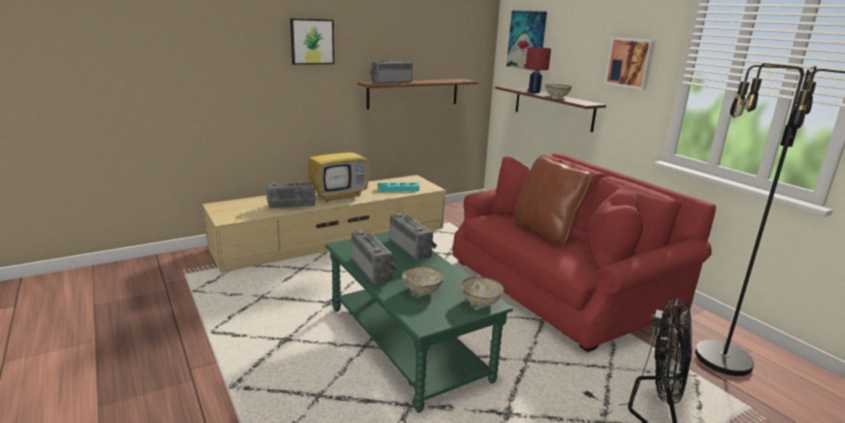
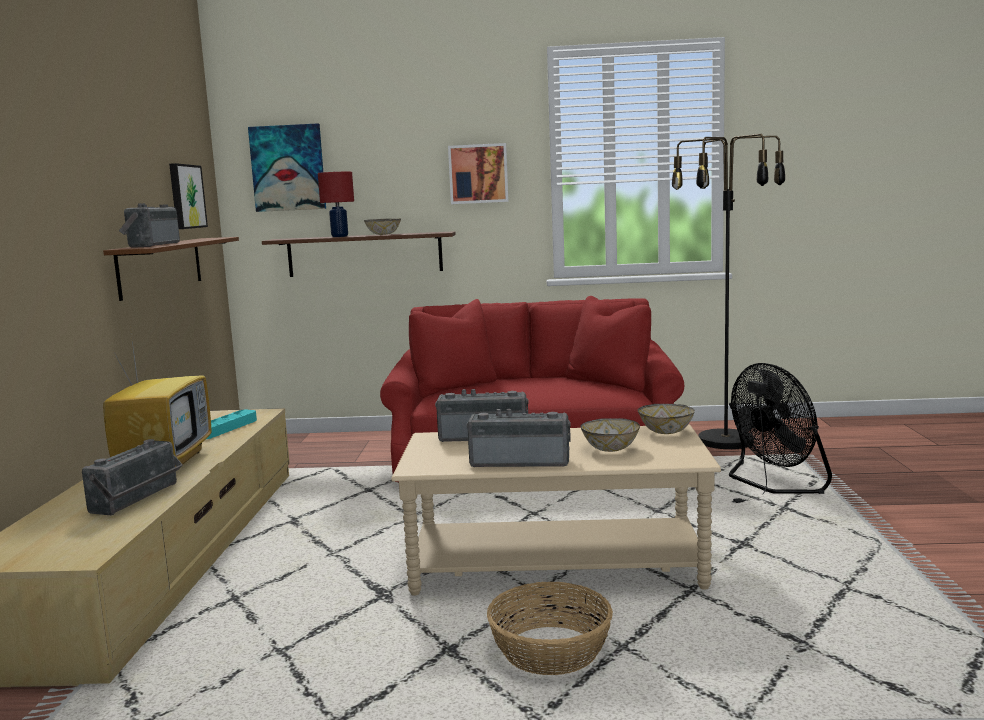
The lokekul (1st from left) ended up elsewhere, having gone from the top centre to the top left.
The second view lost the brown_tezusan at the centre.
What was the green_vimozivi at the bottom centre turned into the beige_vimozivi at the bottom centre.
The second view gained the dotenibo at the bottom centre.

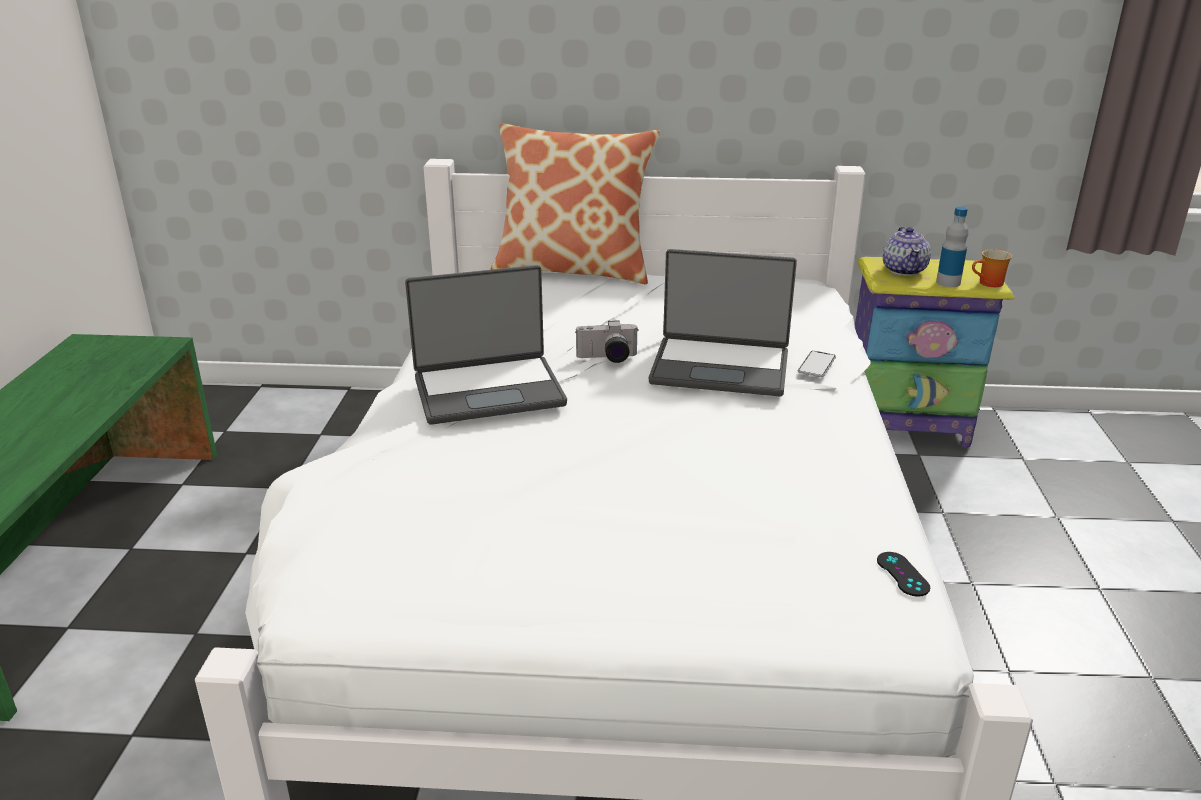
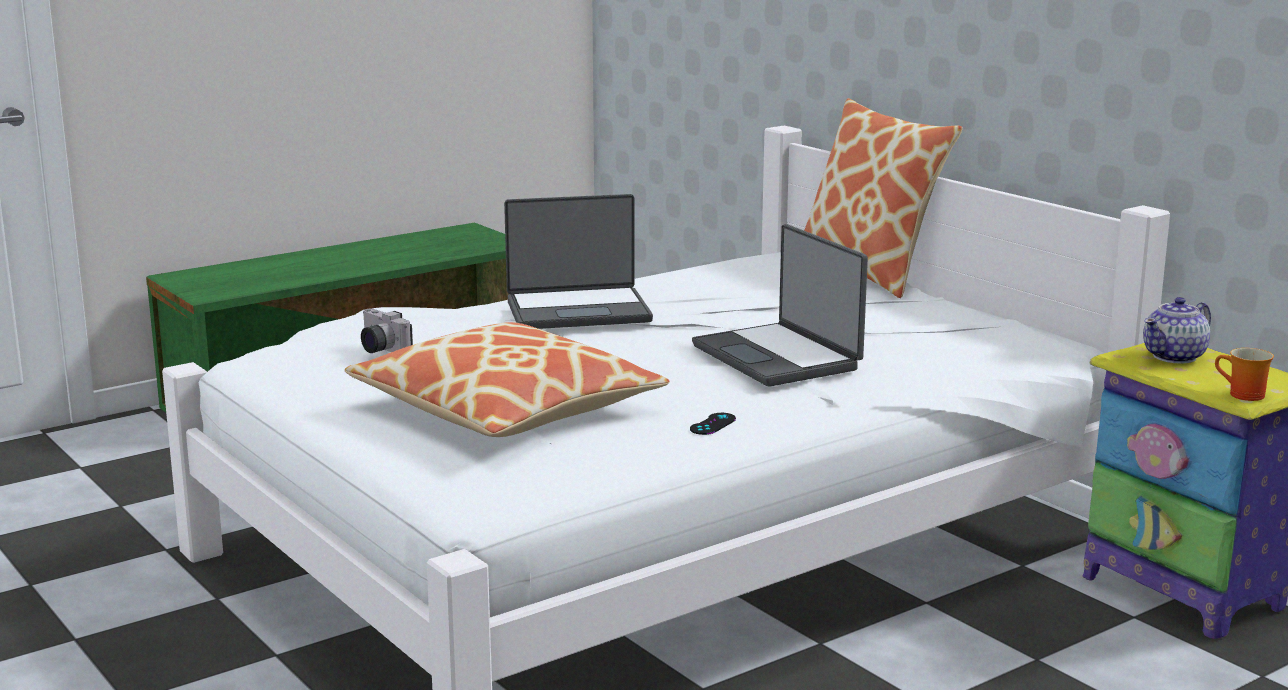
The second view lost the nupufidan at the top right.
The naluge (1st from left) at the centre ended up facing another way, 45 degrees counterclockwise from before.
The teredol ended up elsewhere, having gone from the centre to the middle left.
The second view lost the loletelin at the middle right.
The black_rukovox ended up elsewhere, having gone from the bottom right to the centre.
The second view gained the tezusan (1st from left) at the centre.

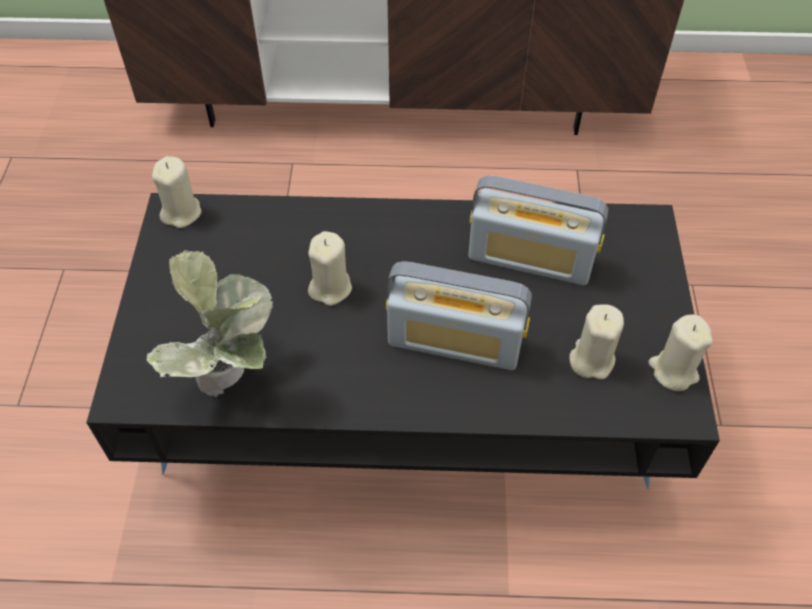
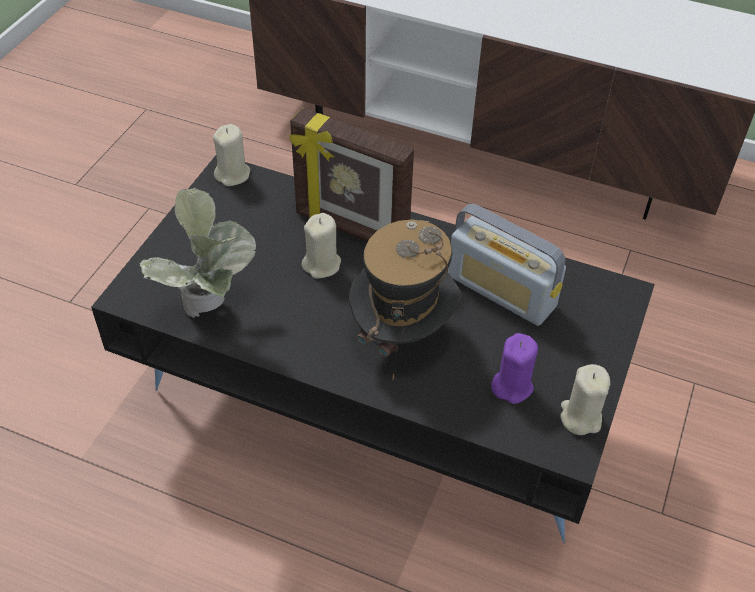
Where the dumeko (1st from left) stood at the centre, the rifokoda came to stand at the centre.
What was the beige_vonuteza (3rd from left) at the middle right turned into the purple_vonuteza at the middle right.
The second view gained the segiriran at the top centre.

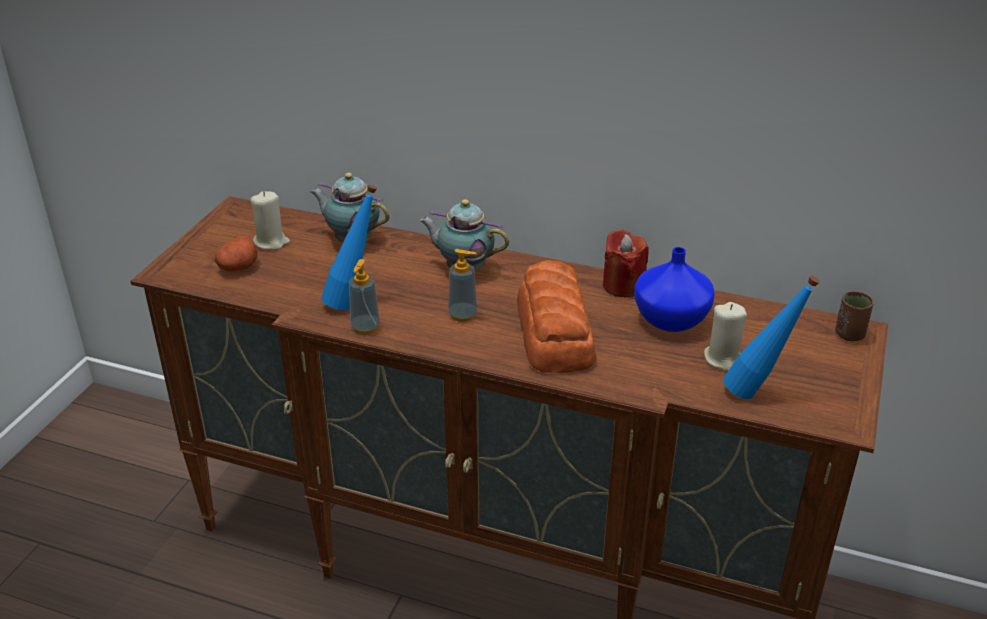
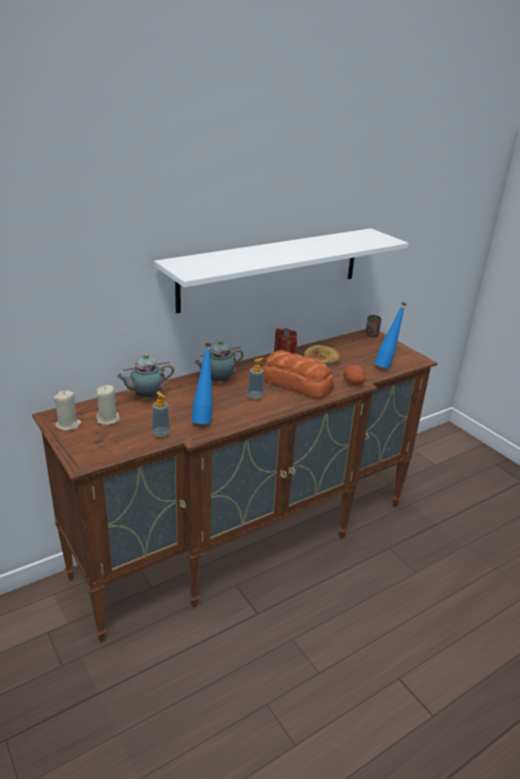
The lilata ended up elsewhere, having gone from the middle left to the middle right.
Where the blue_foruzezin stood at the middle right, the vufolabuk (2nd from left) came to stand at the centre.
The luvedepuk (1st from left) ended up elsewhere, having gone from the centre to the middle left.
The beige_vonuteza (2nd from left in the first image) ended up elsewhere, having gone from the middle right to the middle left.
The second view gained the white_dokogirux at the centre.

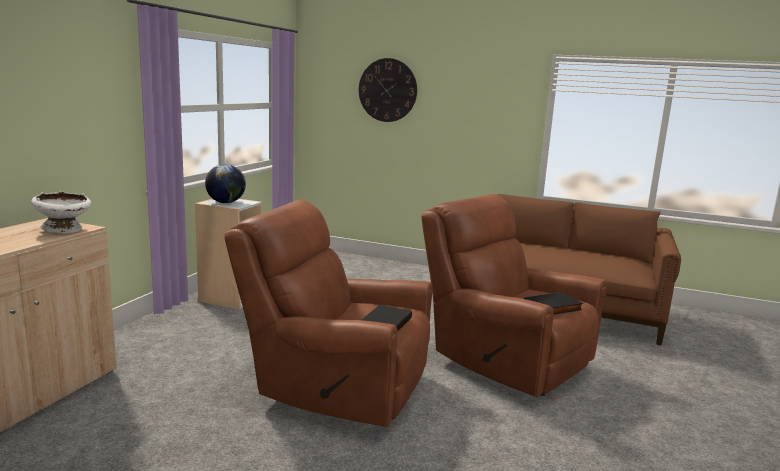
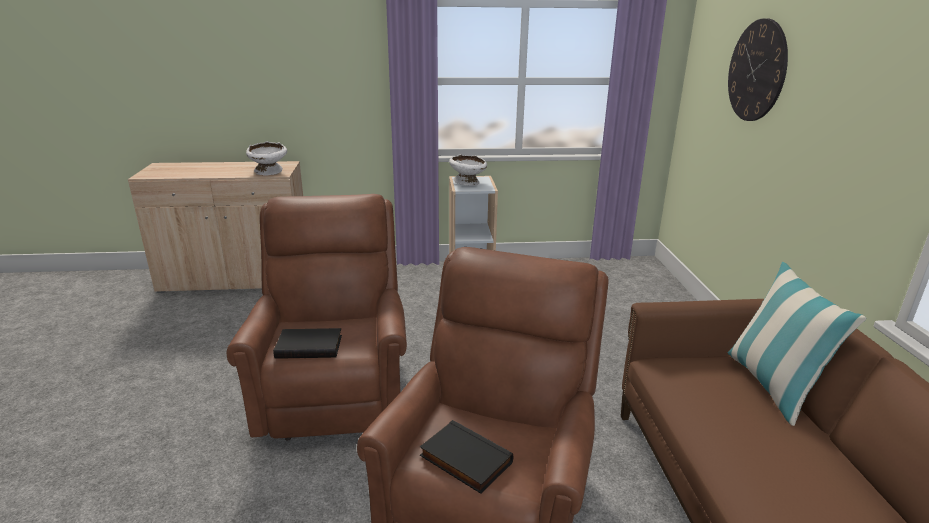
Where the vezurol stood at the middle left, the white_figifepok (2nd from left) came to stand at the top centre.
The second view gained the tezusan at the middle right.

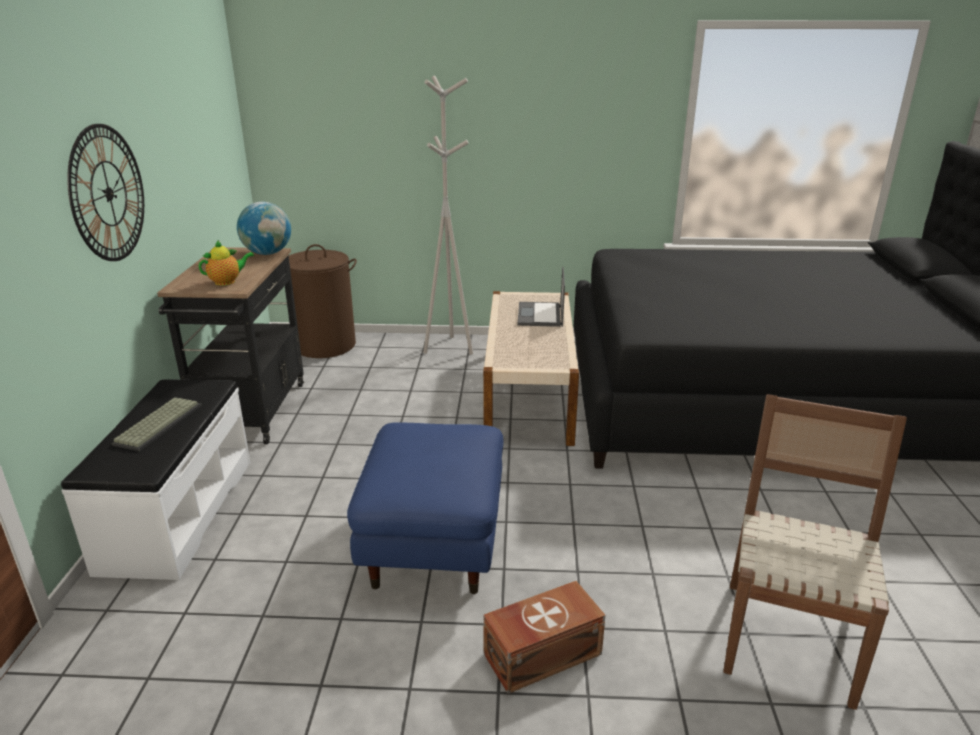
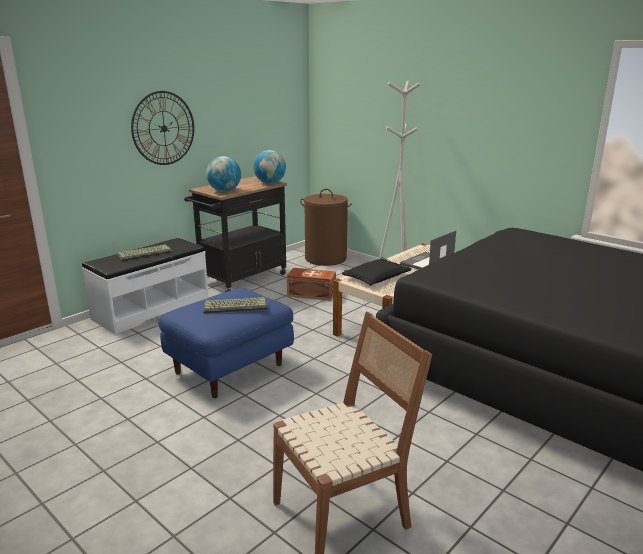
Where the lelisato stood at the middle left, the vezurol (1st from left) came to stand at the top centre.
The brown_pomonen ended up elsewhere, having gone from the bottom centre to the centre.
The second view gained the black_tezusan at the centre.
The second view gained the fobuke (2nd from left) at the centre.

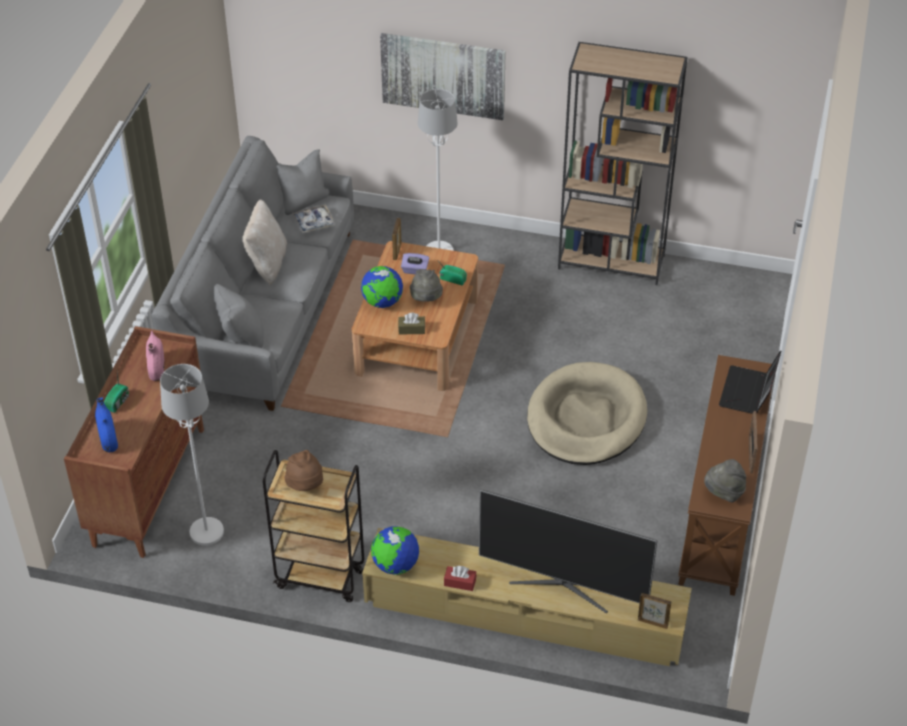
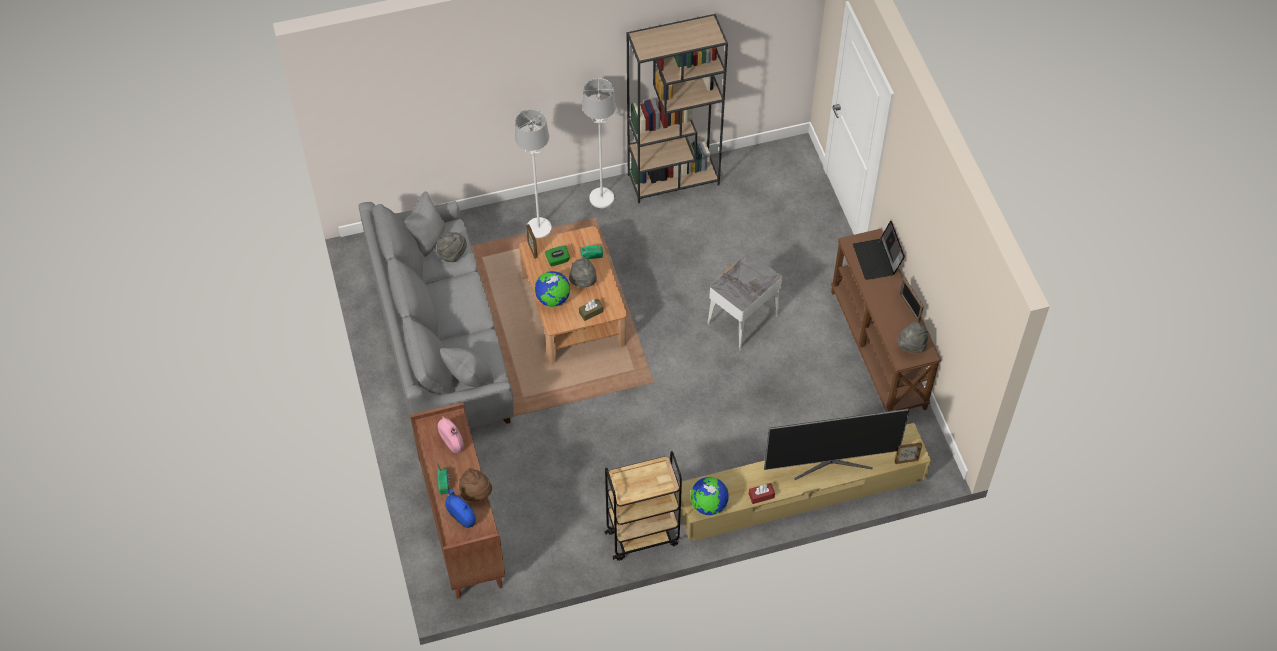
The second view lost the lokekul at the top centre.
The second view lost the beige_tezusan at the middle left.
Where the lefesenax stood at the top centre, the grey_rifokoda (1st from left) came to stand at the centre.
What was the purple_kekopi at the centre turned into the green_kekopi at the centre.
Where the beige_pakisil stood at the centre, the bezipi came to stand at the centre.
The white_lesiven (1st from left in the first image) ended up elsewhere, having gone from the middle left to the top centre.
The brown_rifokoda ended up elsewhere, having gone from the centre to the bottom centre.

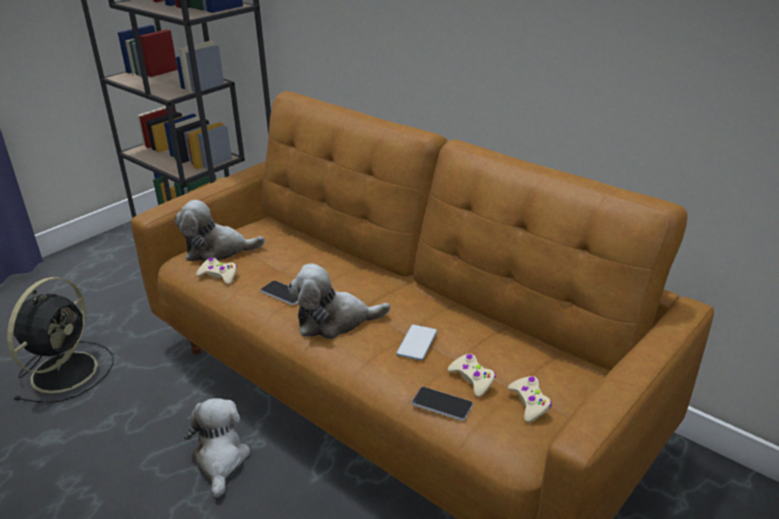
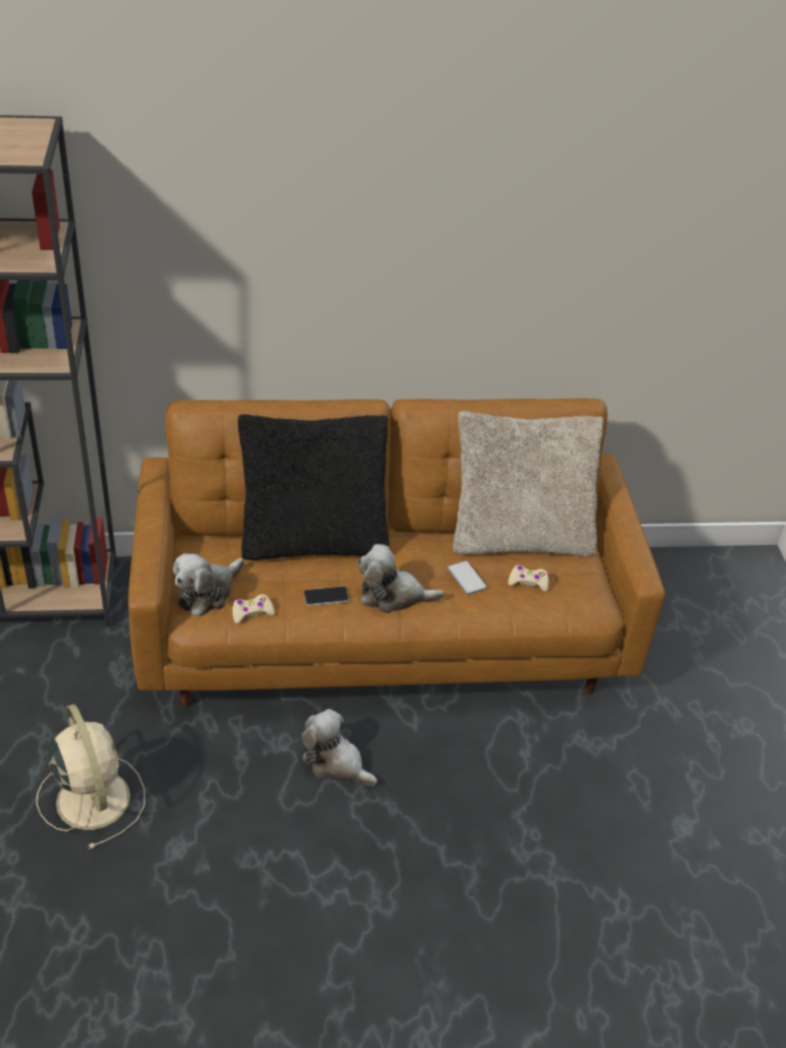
The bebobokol (3rd from left) at the centre ended up facing another way, 60 degrees clockwise from before.
What was the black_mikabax at the middle left turned into the beige_mikabax at the bottom left.
The second view lost the beige_rukovox (3rd from left) at the bottom right.
The second view lost the loletelin (3rd from left) at the bottom centre.
The second view gained the beige_tezusan at the middle right.
The second view gained the black_tezusan at the centre.

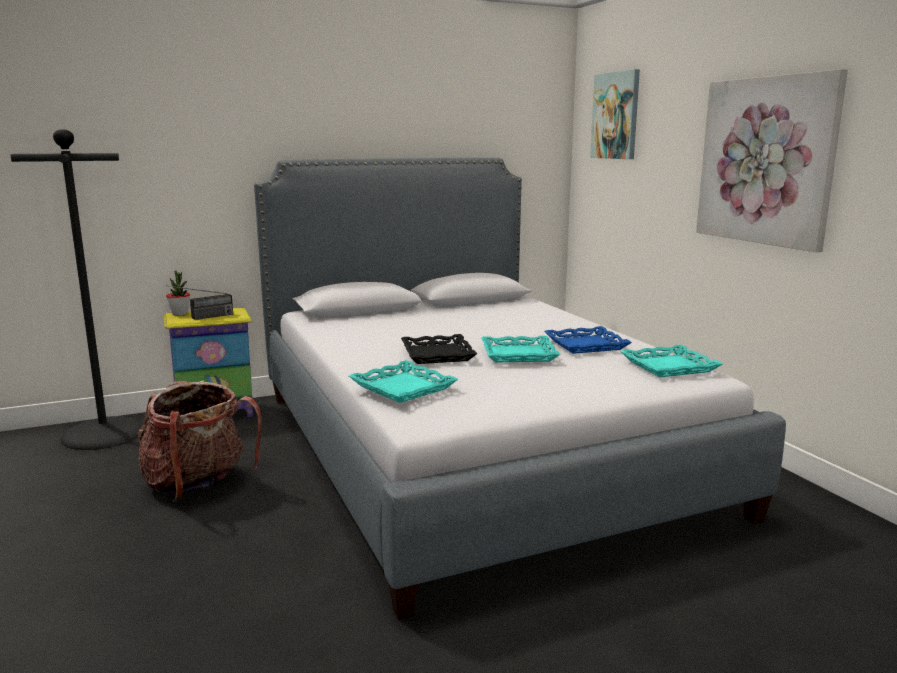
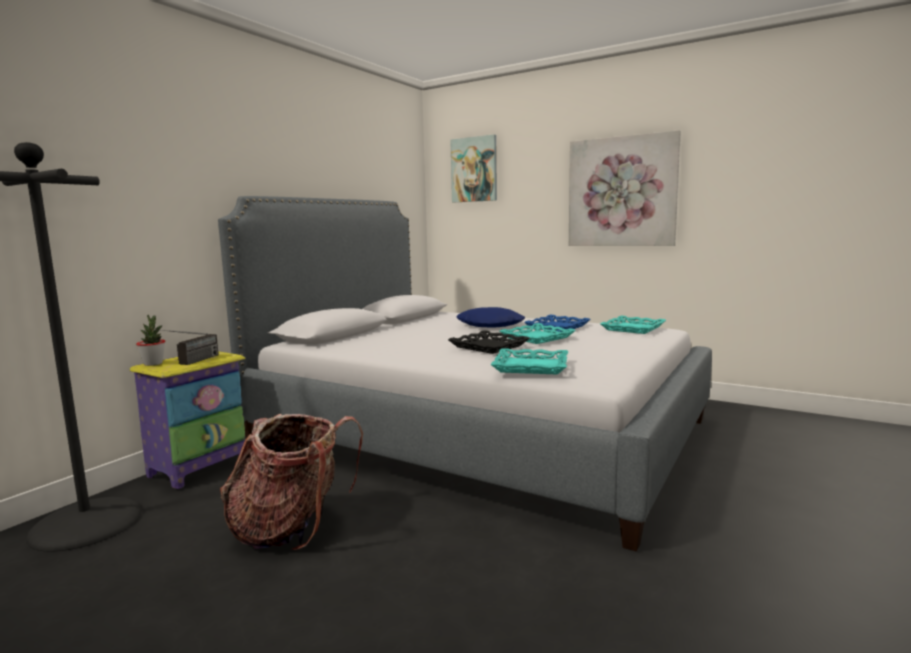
The second view gained the blue_tezusan at the centre.

